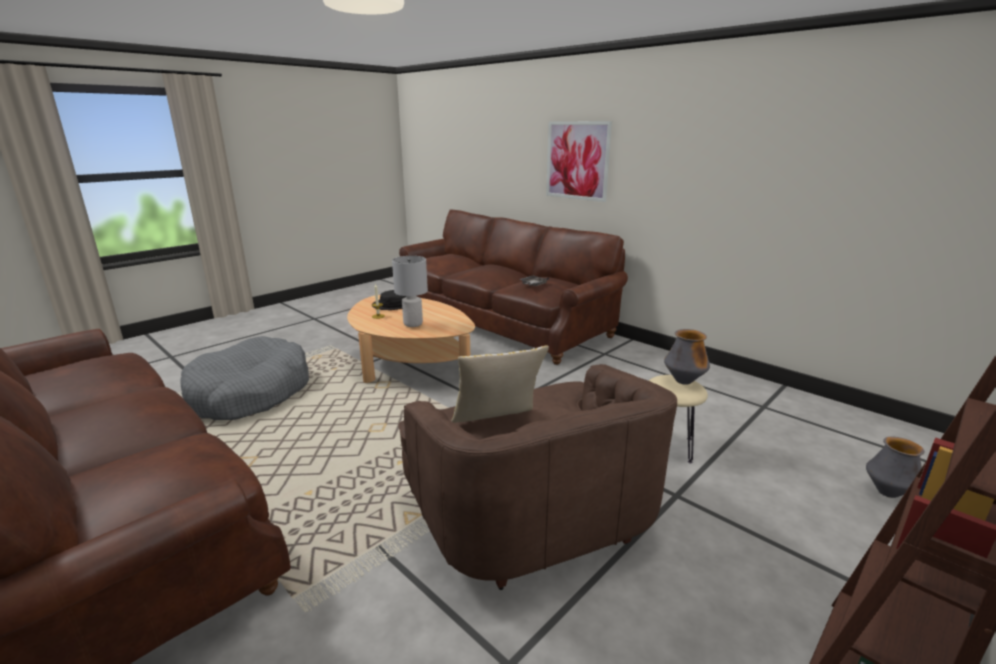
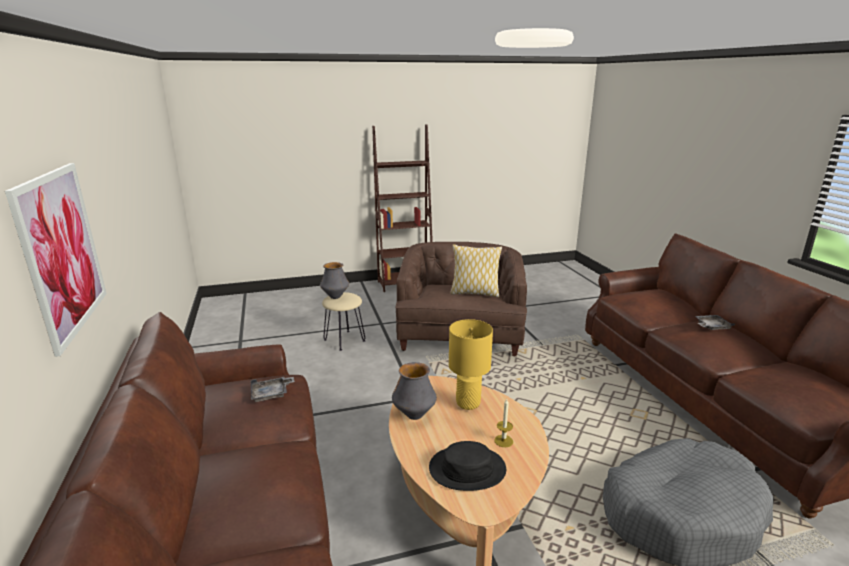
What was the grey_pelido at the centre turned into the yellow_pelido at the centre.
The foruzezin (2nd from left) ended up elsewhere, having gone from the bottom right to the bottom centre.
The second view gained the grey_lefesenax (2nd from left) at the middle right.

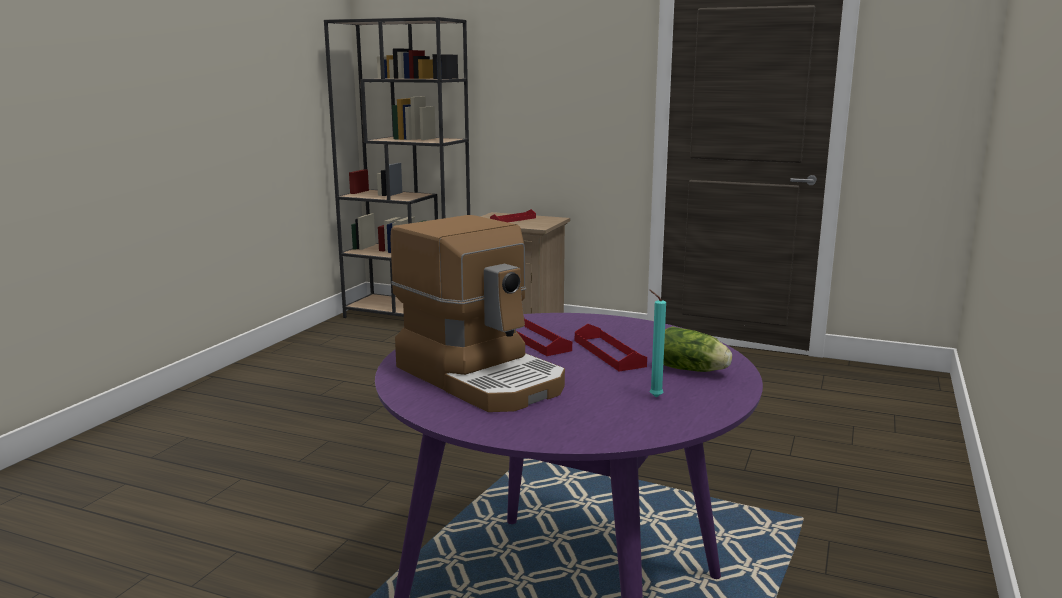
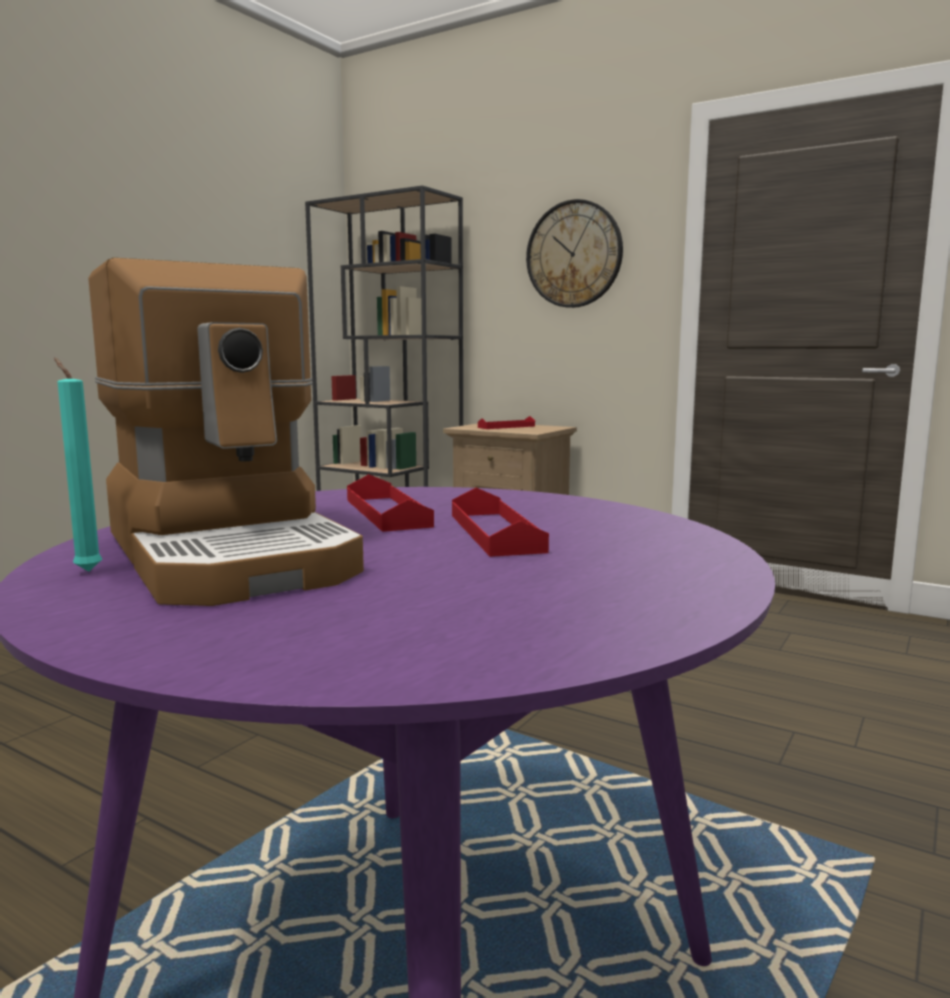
The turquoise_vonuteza ended up elsewhere, having gone from the centre to the middle left.
The second view lost the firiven at the centre.
The second view gained the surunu at the top centre.

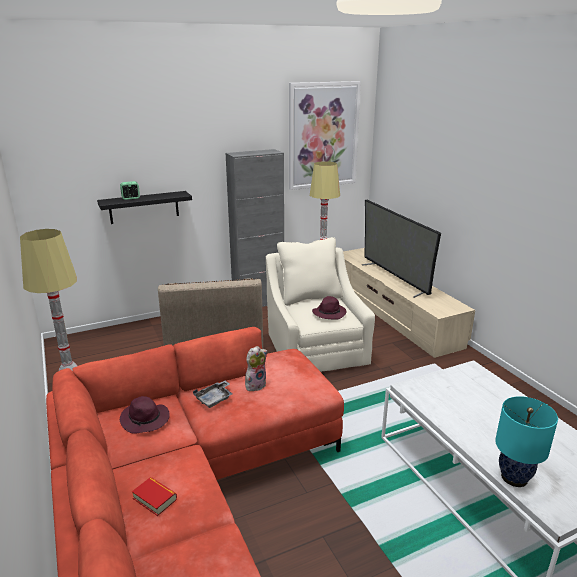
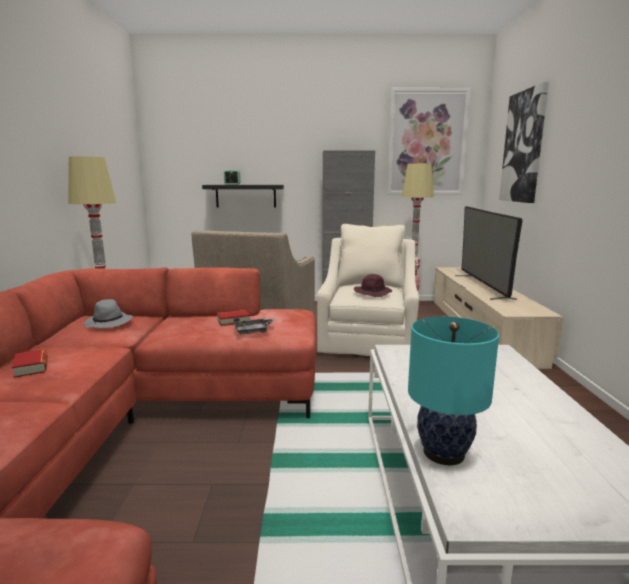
Where the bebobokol stood at the centre, the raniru (2nd from left) came to stand at the centre.
The grey_lefesenax ended up elsewhere, having gone from the bottom centre to the centre.
What was the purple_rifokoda (1st from left) at the bottom left turned into the grey_rifokoda at the middle left.
The second view gained the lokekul (2nd from left) at the top right.

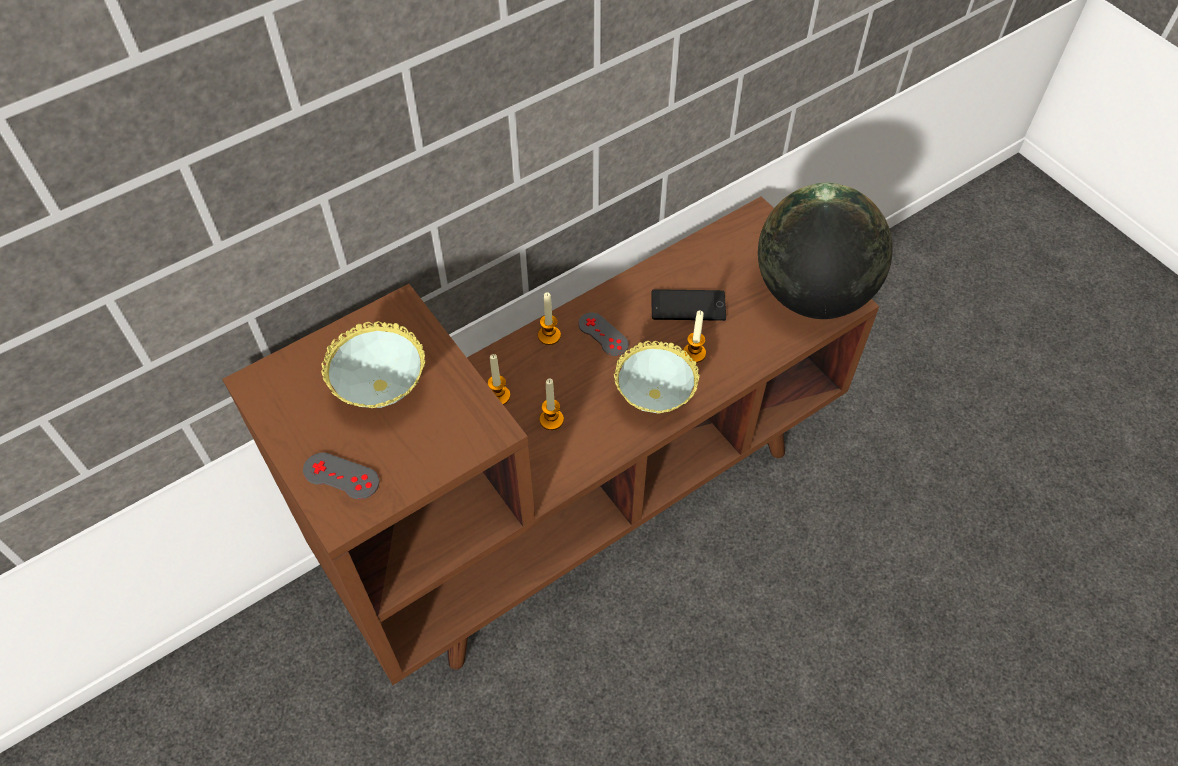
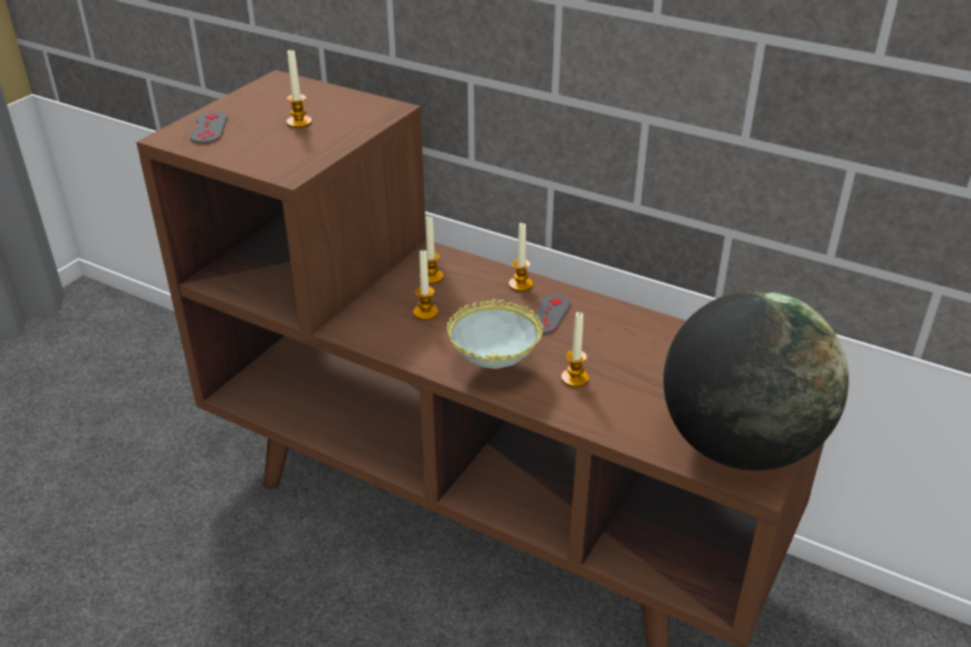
The second view lost the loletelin at the centre.
Where the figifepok (1st from left) stood at the middle left, the vonuteza (1st from left) came to stand at the top left.

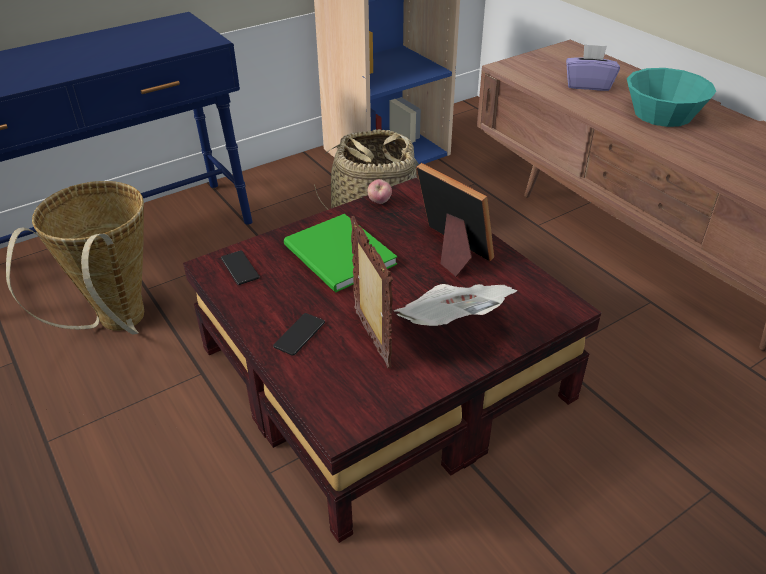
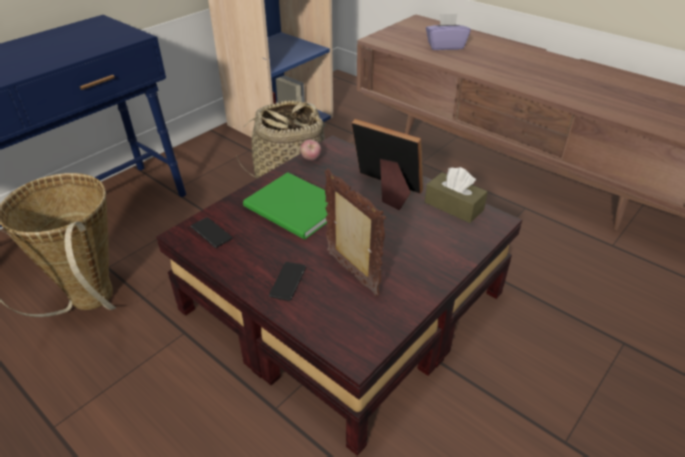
The second view lost the turquoise_figifepok at the top right.
The second view lost the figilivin at the centre.
The second view gained the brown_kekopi at the centre.

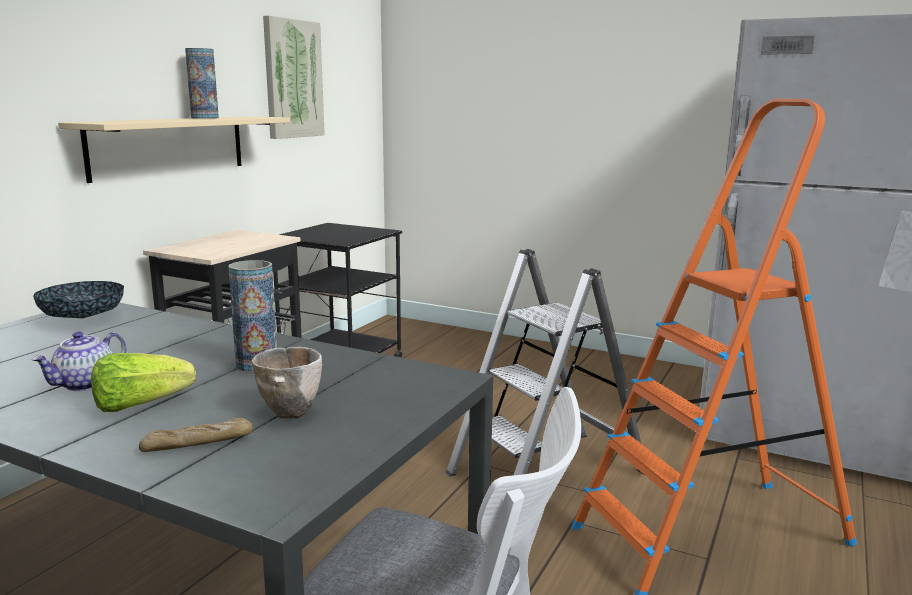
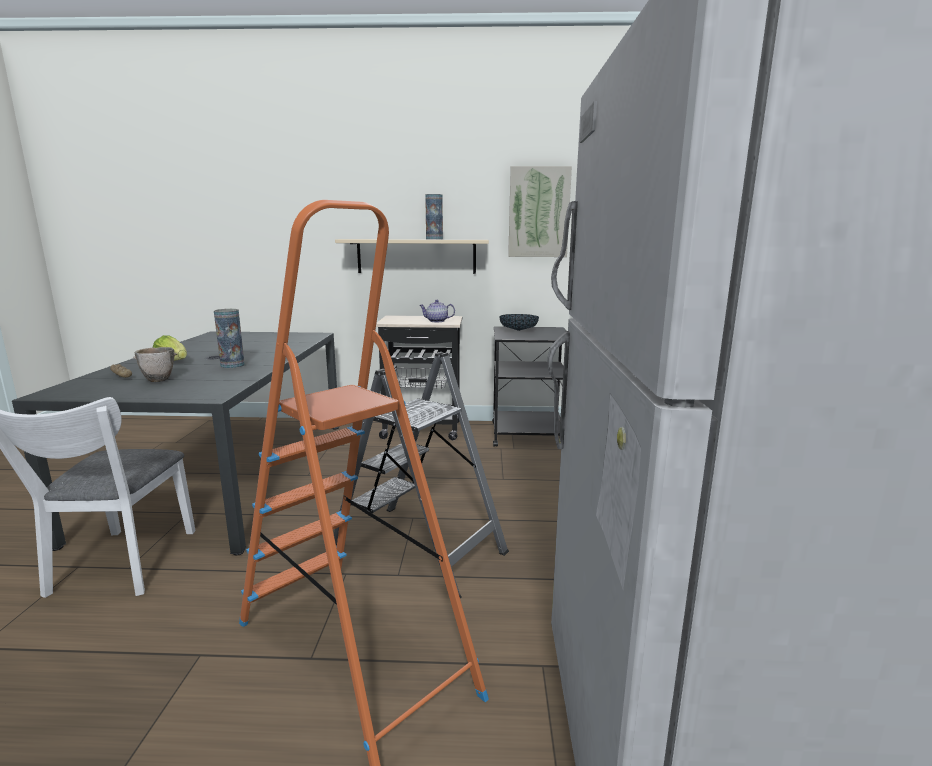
The figifepok (1st from left in the first image) ended up elsewhere, having gone from the middle left to the centre.
The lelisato ended up elsewhere, having gone from the middle left to the centre.

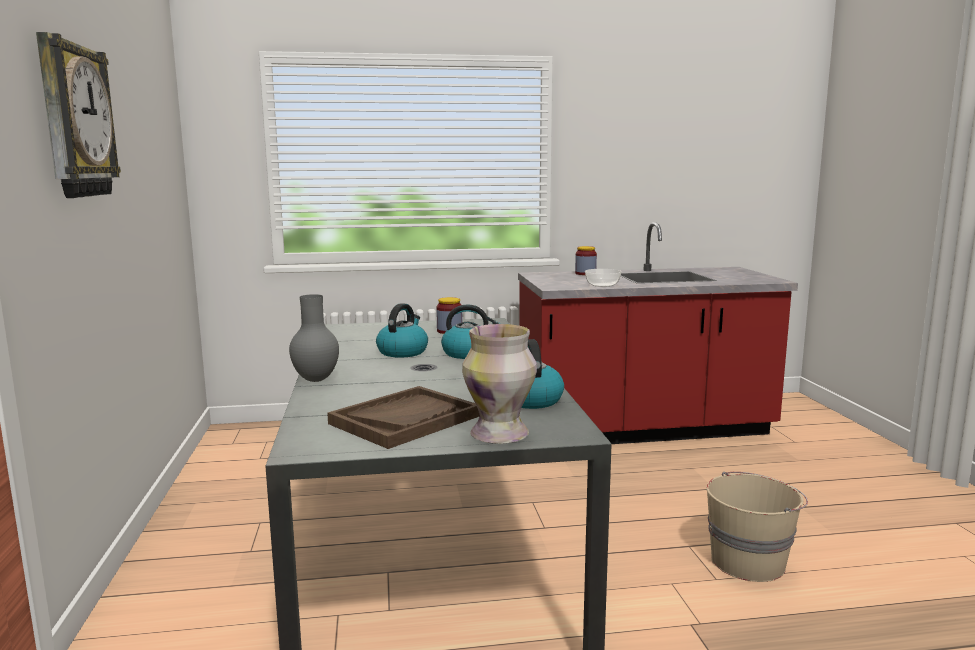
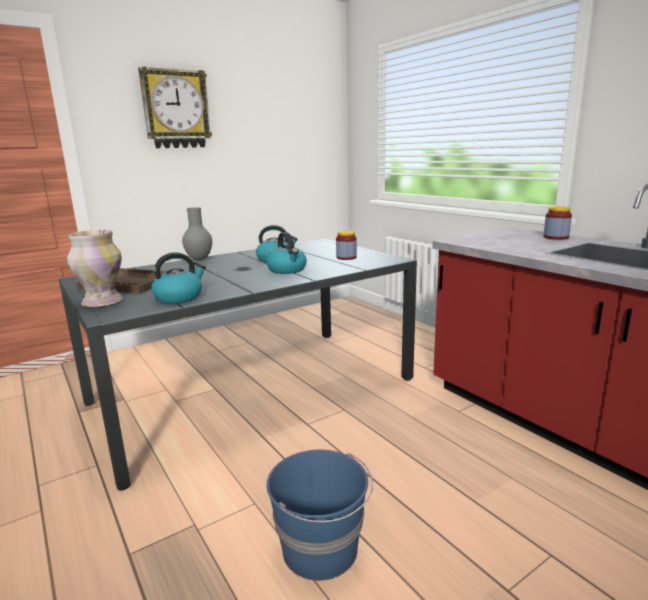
The second view lost the figifepok at the centre.
What was the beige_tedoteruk at the bottom right turned into the blue_tedoteruk at the bottom centre.

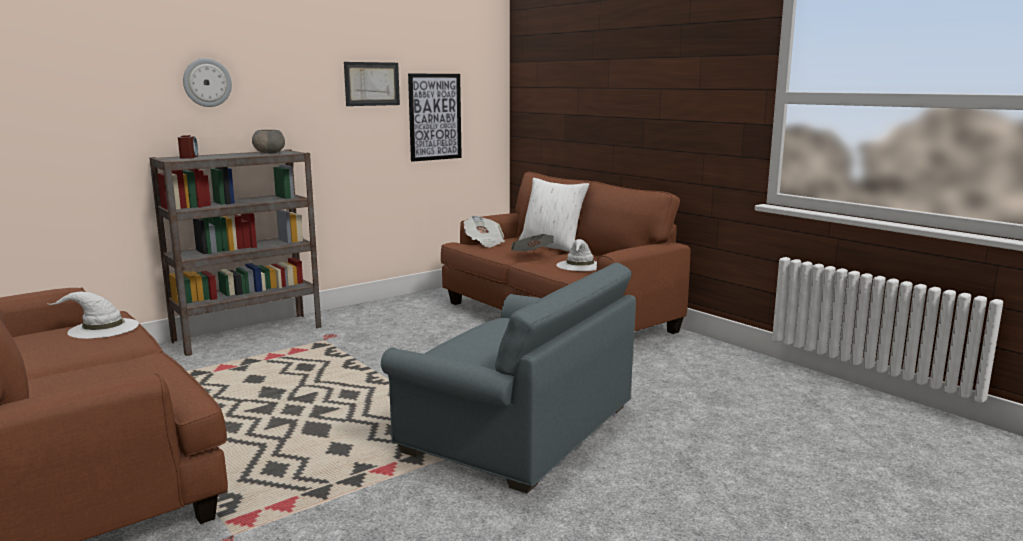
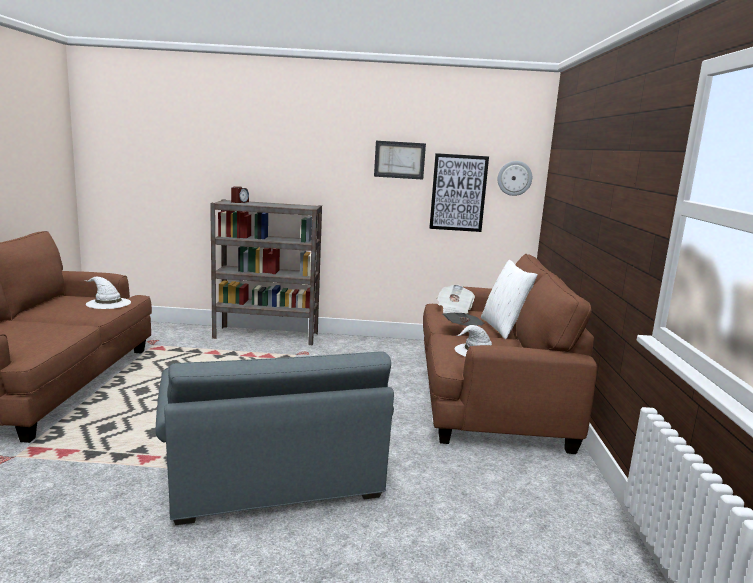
The surunu ended up elsewhere, having gone from the top left to the top right.
The second view lost the grey_figifepok at the top left.

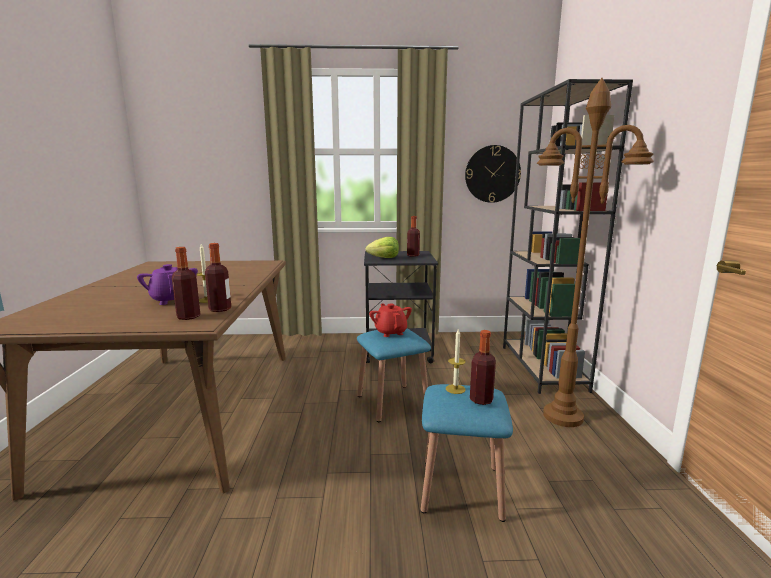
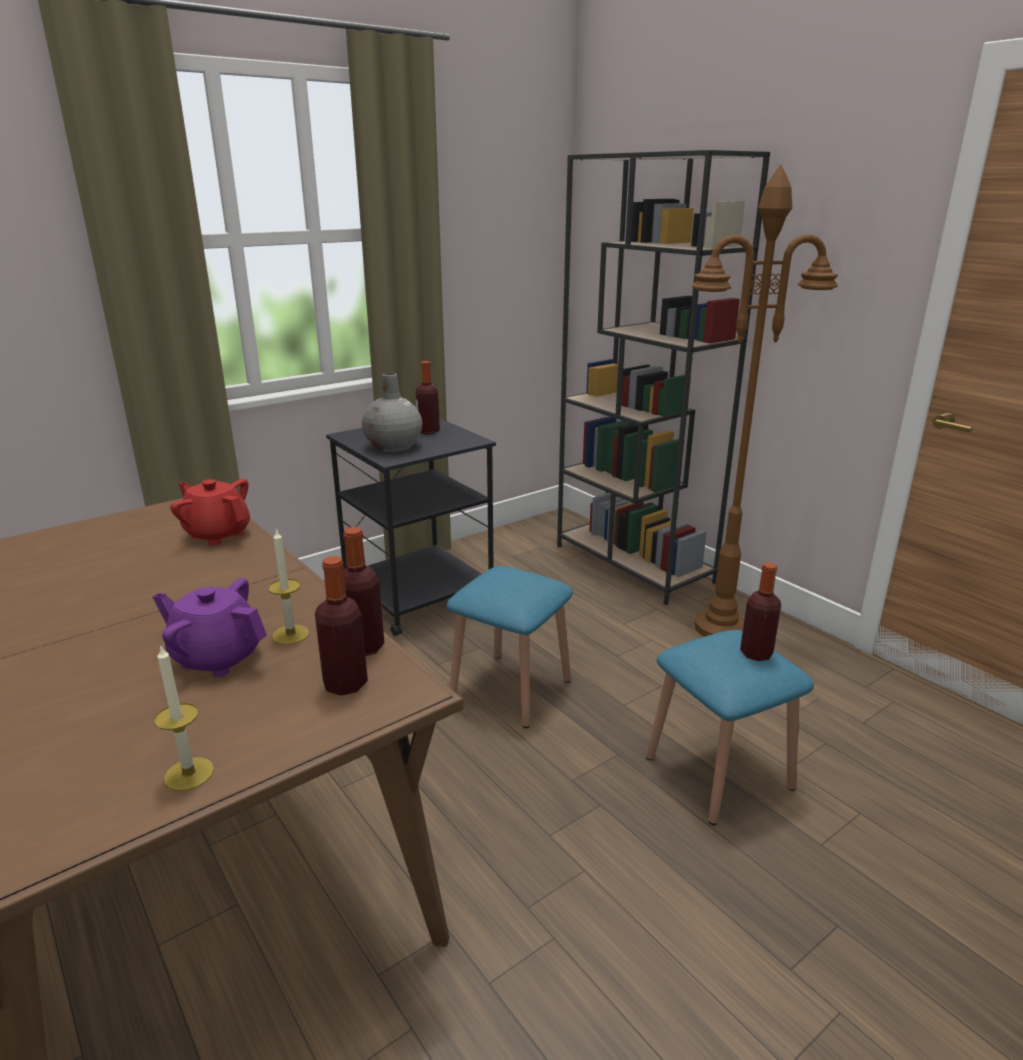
The second view lost the surunu at the top centre.
Where the firiven stood at the centre, the grey_foruzezin came to stand at the centre.
The red_lelisato ended up elsewhere, having gone from the centre to the middle left.
The vonuteza (2nd from left in the first image) ended up elsewhere, having gone from the centre to the bottom left.

